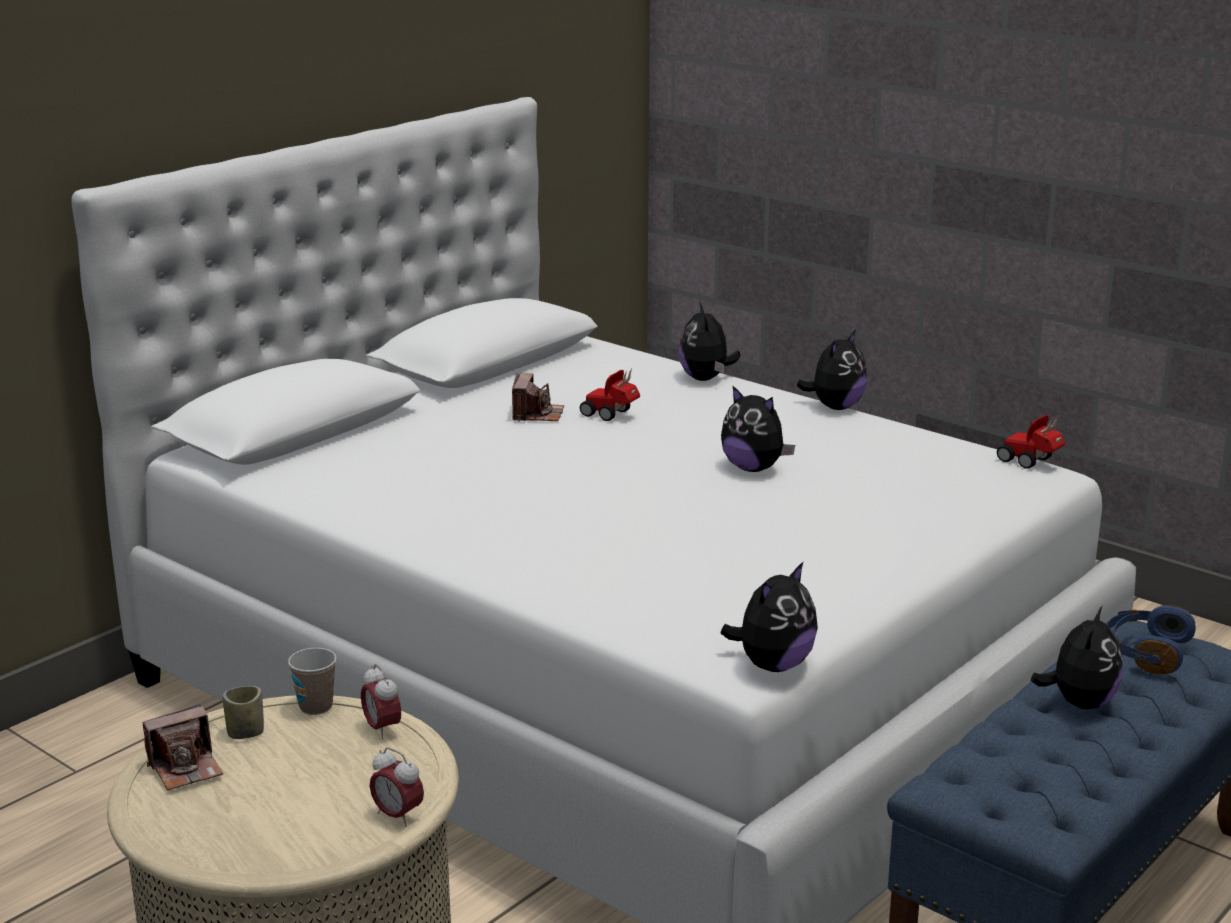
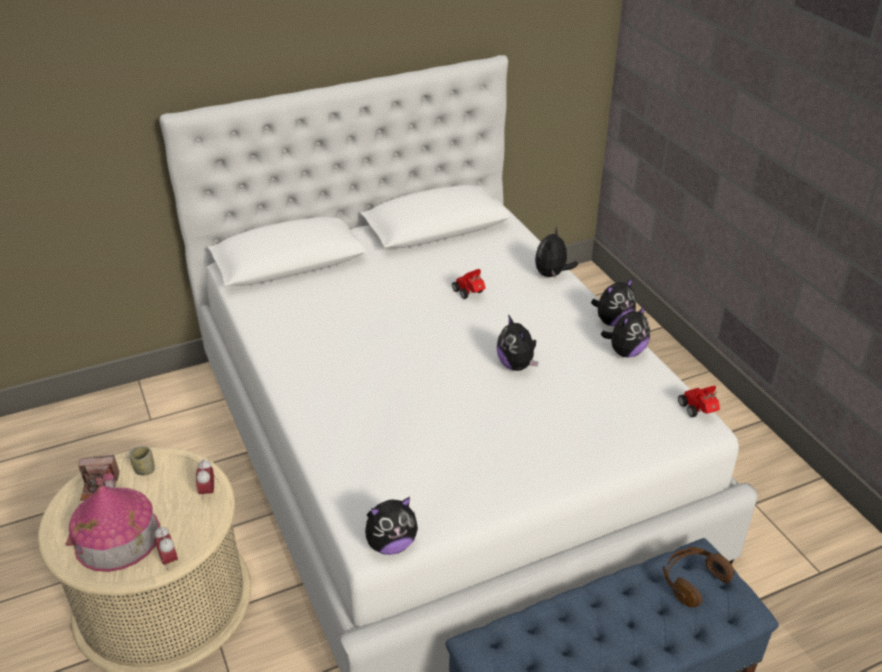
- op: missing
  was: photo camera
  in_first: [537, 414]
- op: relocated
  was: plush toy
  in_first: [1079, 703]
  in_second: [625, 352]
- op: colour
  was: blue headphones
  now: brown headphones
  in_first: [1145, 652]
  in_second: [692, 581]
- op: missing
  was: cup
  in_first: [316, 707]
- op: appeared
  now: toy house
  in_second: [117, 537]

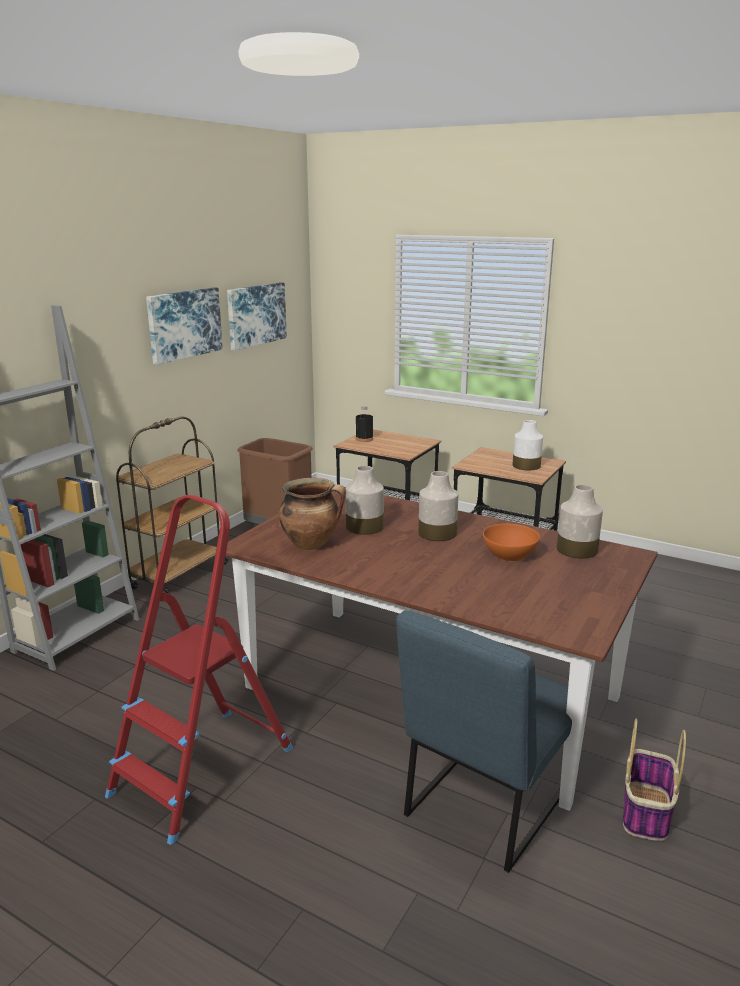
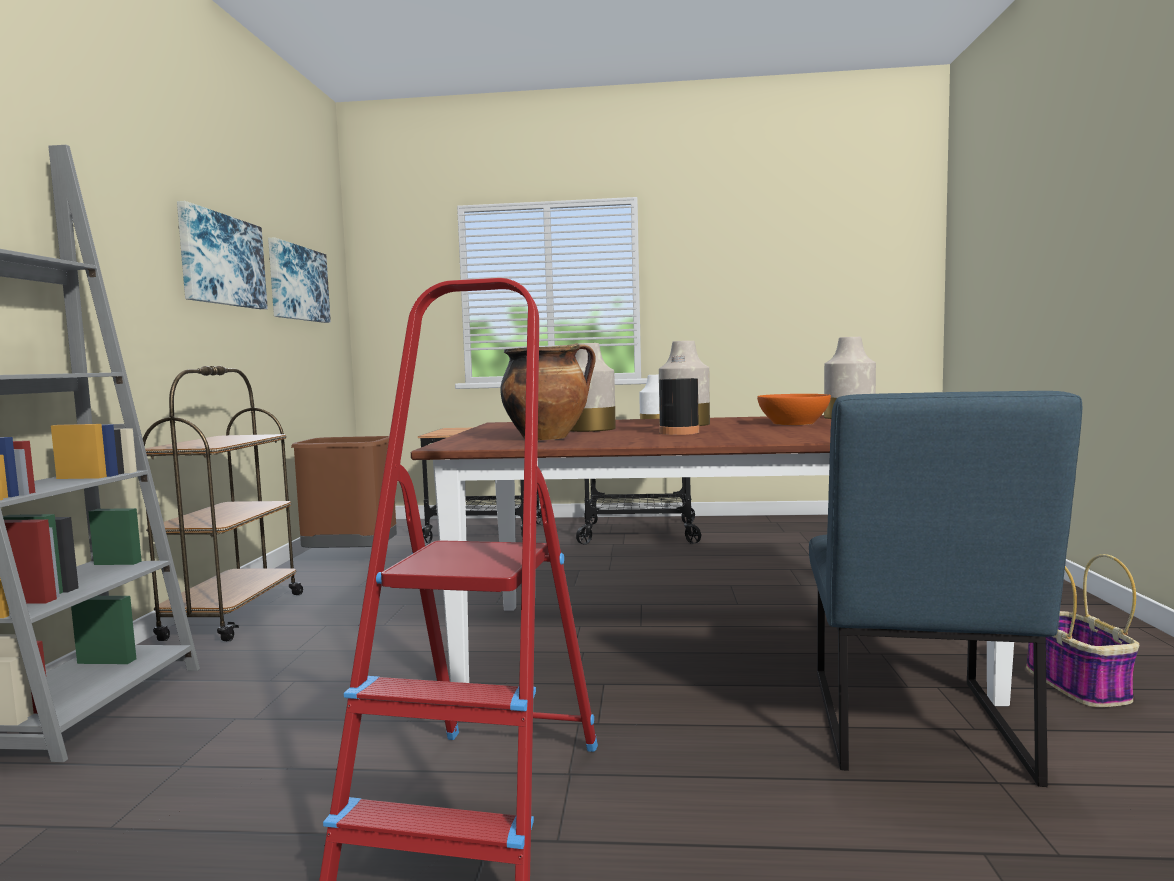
- op: relocated
  was: black bottle
  in_first: [364, 439]
  in_second: [679, 432]

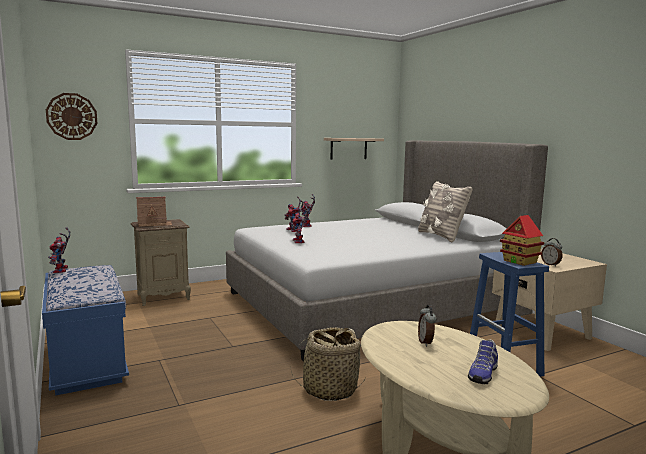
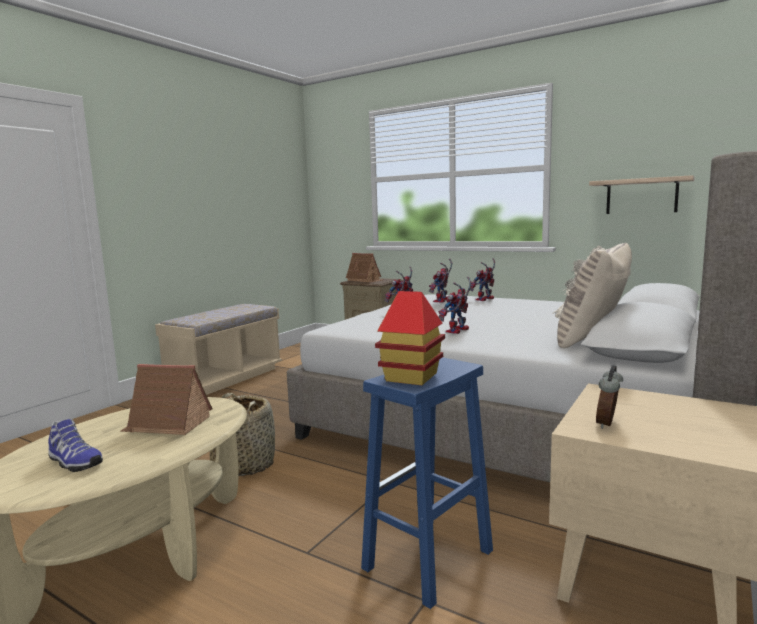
- op: missing
  was: wall clock
  in_first: [72, 116]
- op: relocated
  was: toy robot
  in_first: [62, 270]
  in_second: [457, 331]
- op: colour
  was: blue bench
  now: beige bench
  in_first: [87, 362]
  in_second: [225, 378]
- op: exchanged
  was: alarm clock
  now: toy house
  in_first: [426, 342]
  in_second: [167, 424]
- op: spun
  was: shoe
  in_first: [482, 374]
  in_second: [73, 462]
  clockwise: -150

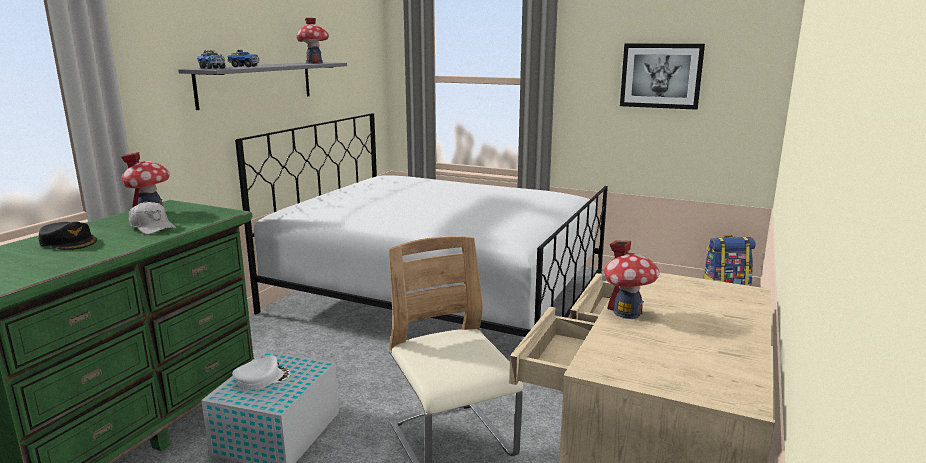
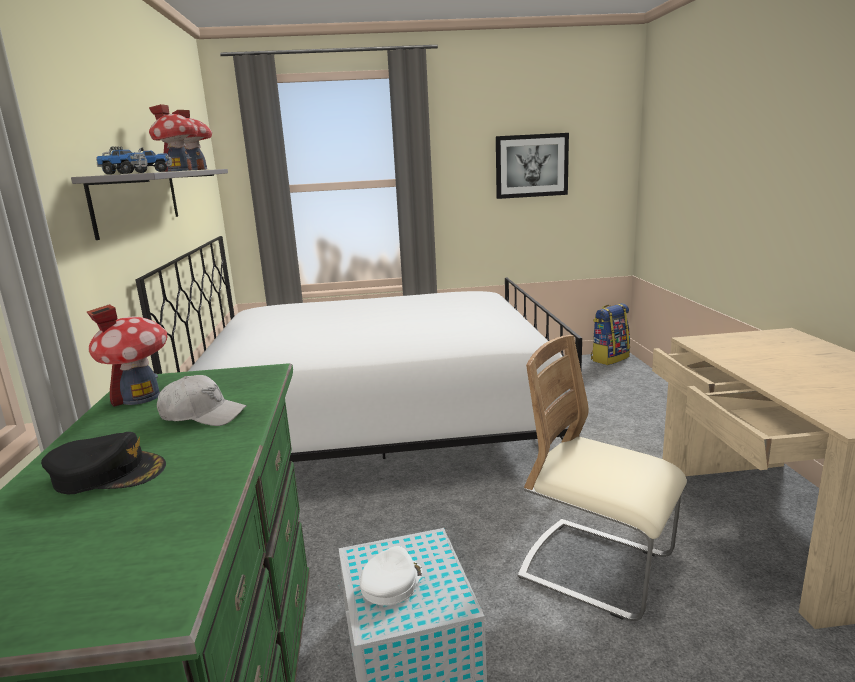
- op: relocated
  was: toy house
  in_first: [627, 312]
  in_second: [180, 170]

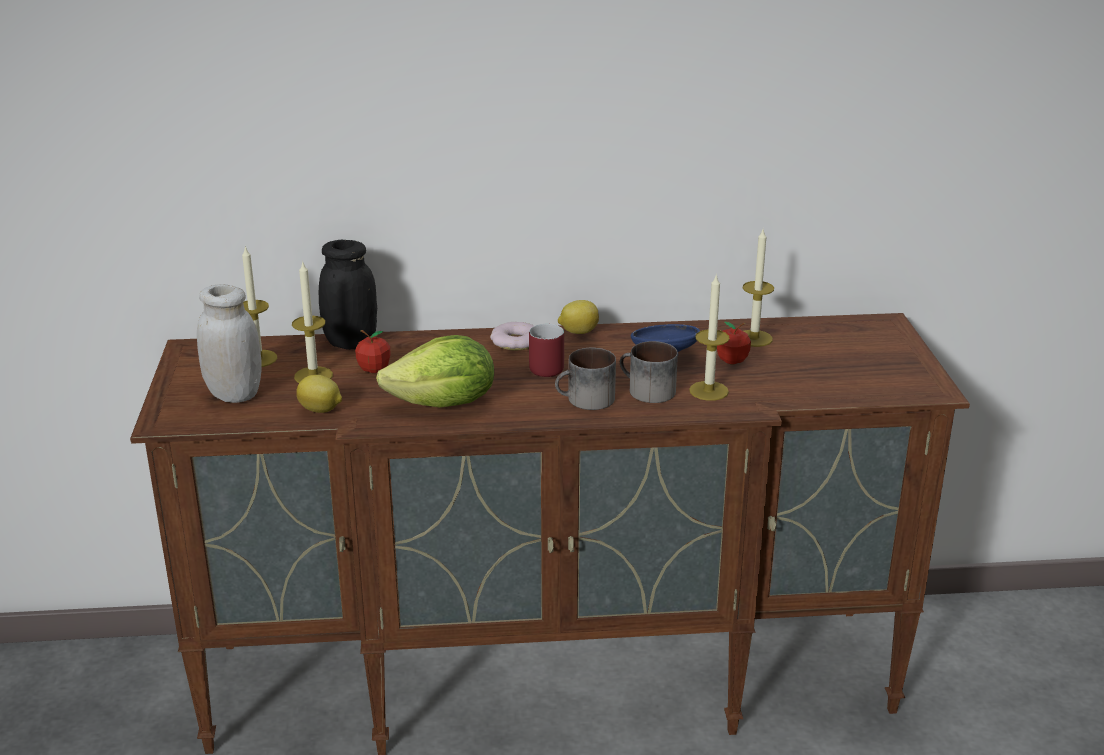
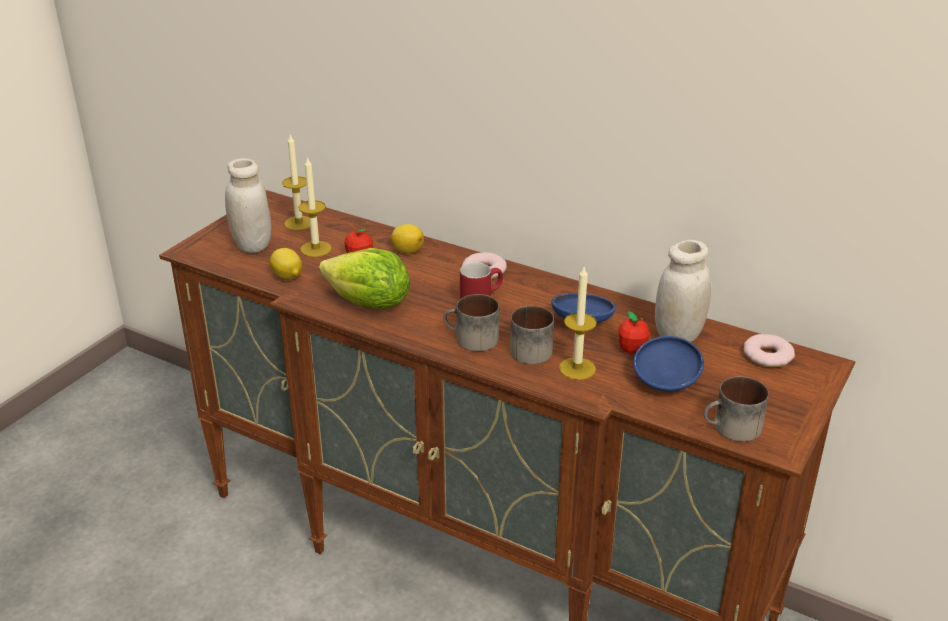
- op: exchanged
  was: candle
  now: white jar
  in_first: [754, 338]
  in_second: [678, 336]
- op: missing
  was: black jar
  in_first: [351, 343]
- op: relocated
  was: lemon
  in_first: [578, 332]
  in_second: [407, 251]
- op: appeared
  now: donut
  in_second: [767, 355]
- op: appeared
  now: blue bowl
  in_second: [665, 383]
- op: appeared
  now: mug
  in_second: [732, 429]

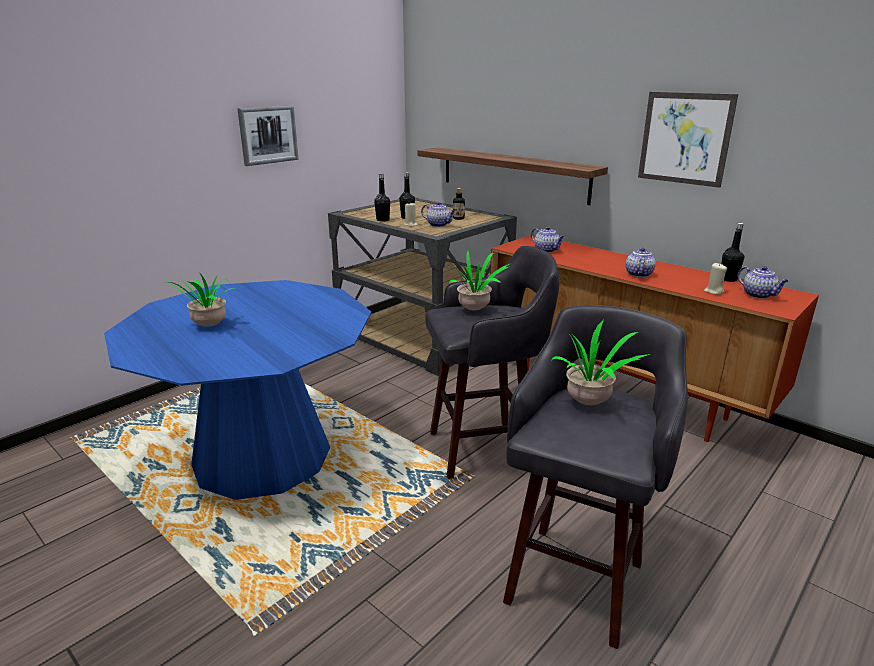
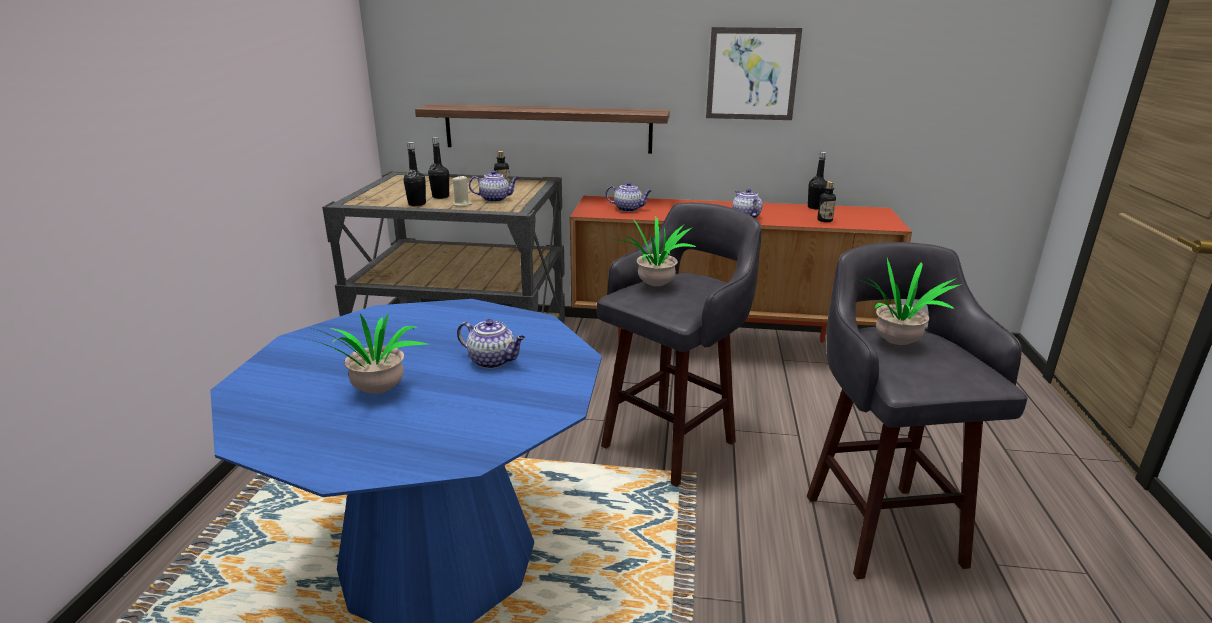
- op: missing
  was: picture
  in_first: [268, 135]
- op: exchanged
  was: beige candle
  now: bottle
  in_first: [713, 291]
  in_second: [824, 220]
- op: relocated
  was: teapot
  in_first: [759, 295]
  in_second: [493, 361]

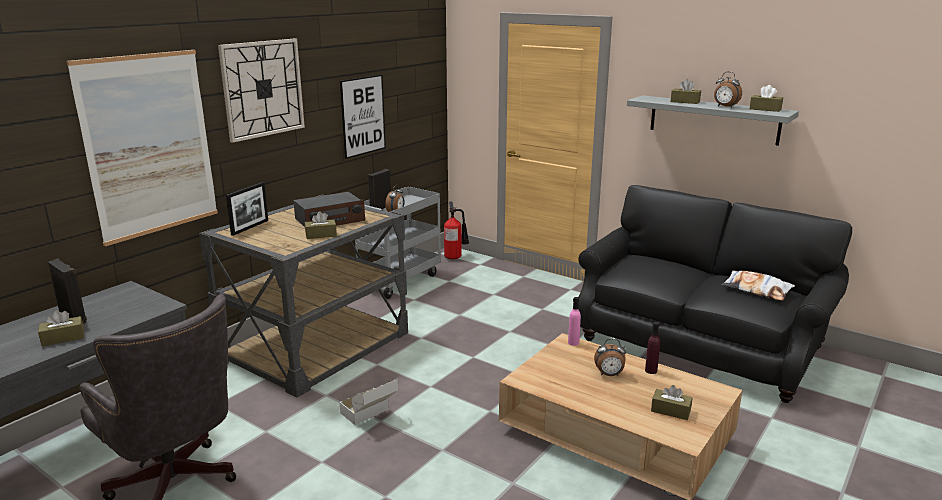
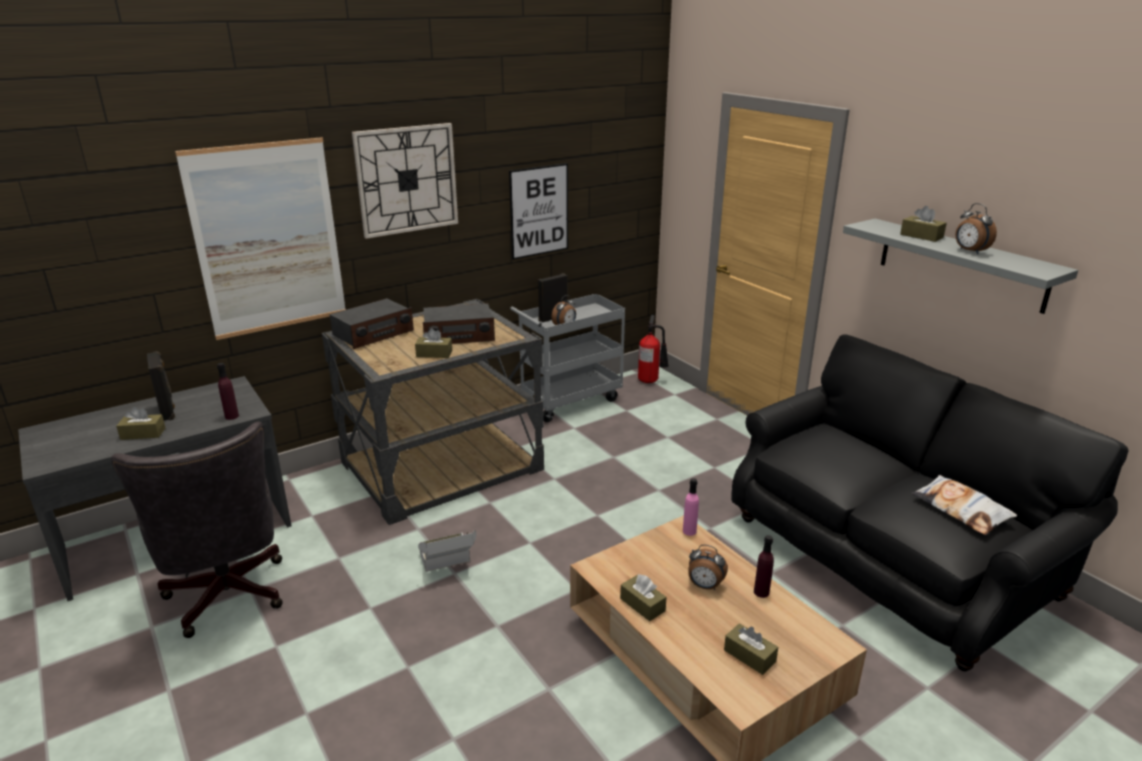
- op: relocated
  was: brown tissue box
  in_first: [765, 109]
  in_second: [642, 605]
- op: exchanged
  was: picture frame
  now: radio
  in_first: [250, 227]
  in_second: [373, 333]
- op: appeared
  now: purple bottle
  in_second: [232, 416]

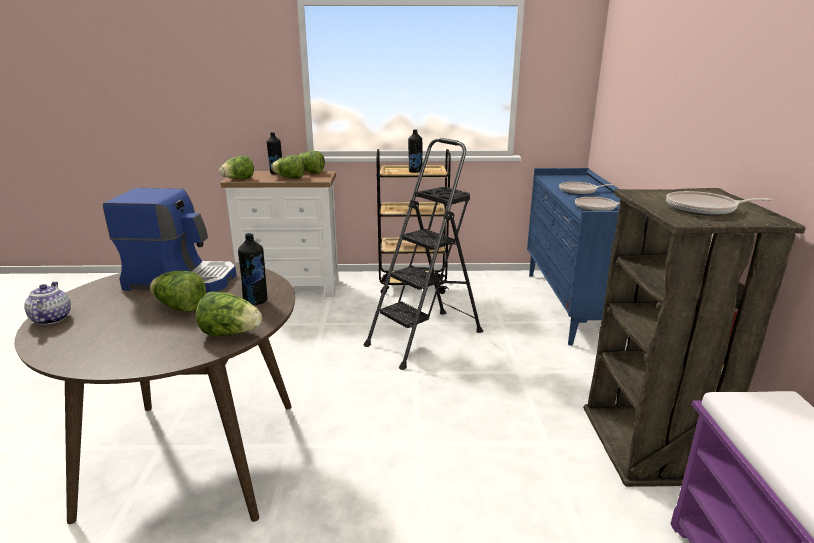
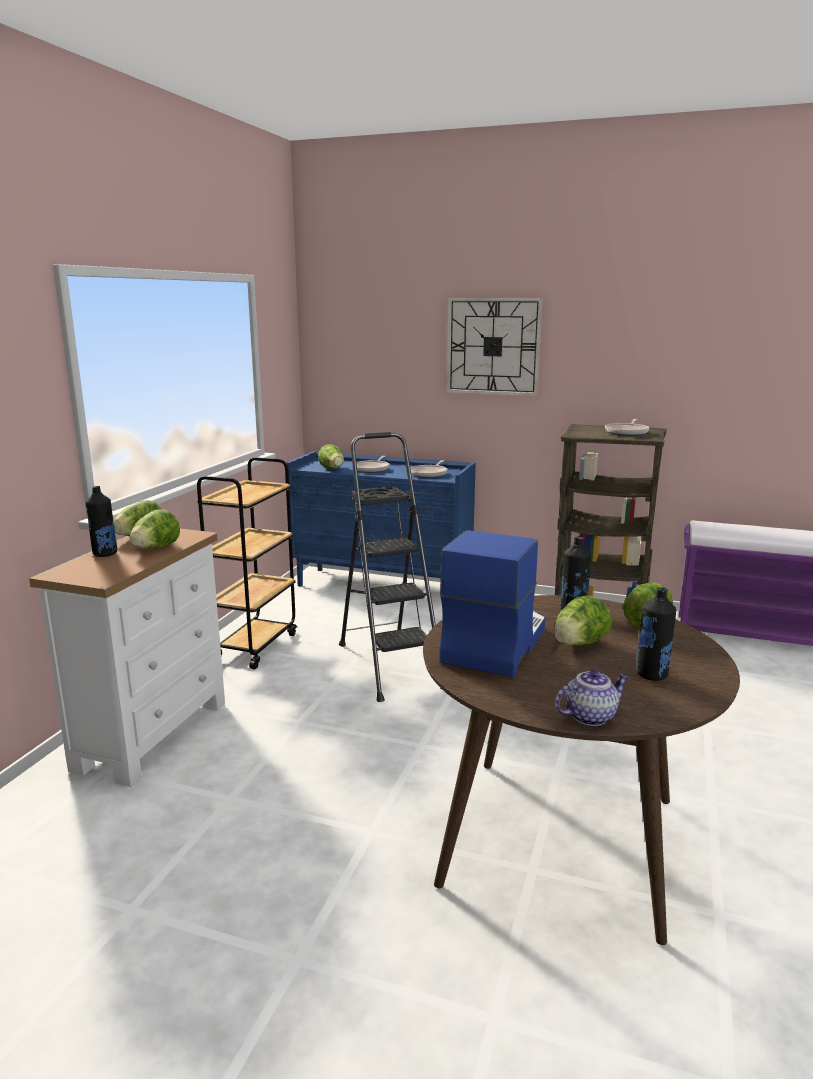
- op: relocated
  was: black bottle
  in_first: [415, 171]
  in_second: [651, 674]
- op: relocated
  was: lettuce
  in_first: [238, 179]
  in_second: [333, 469]
- op: spun
  was: teapot
  in_first: [51, 318]
  in_second: [590, 716]
  clockwise: 150
- op: appeared
  now: wall clock
  in_second: [493, 346]

